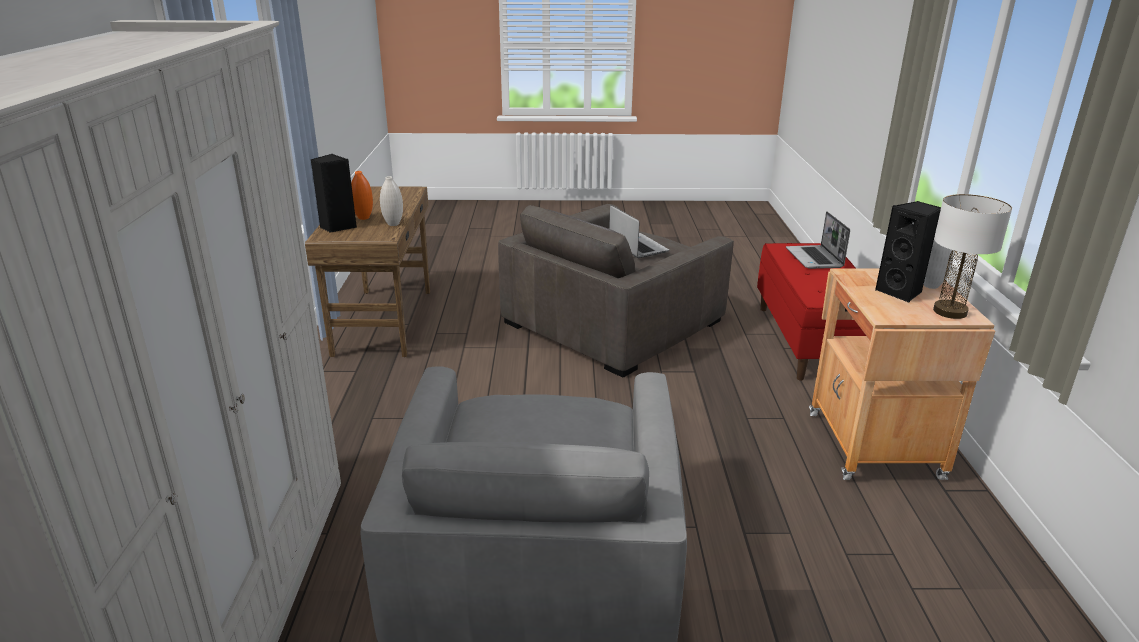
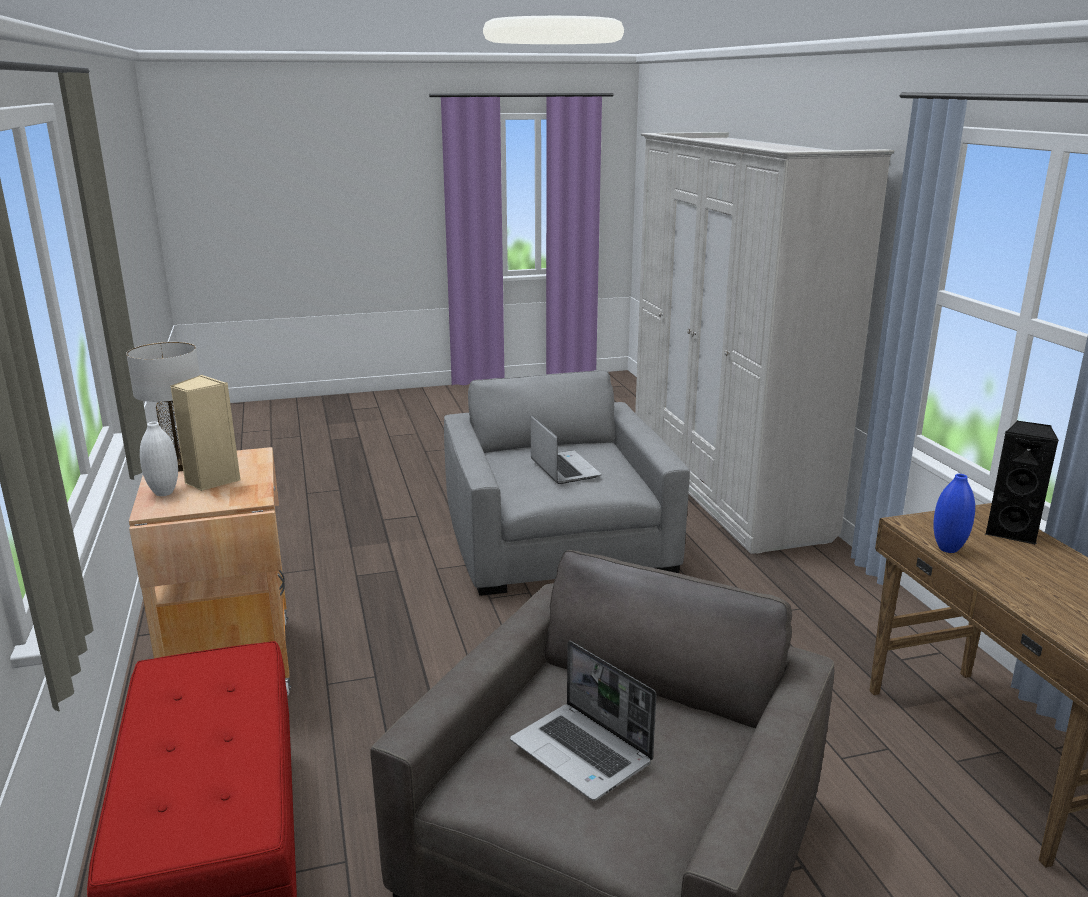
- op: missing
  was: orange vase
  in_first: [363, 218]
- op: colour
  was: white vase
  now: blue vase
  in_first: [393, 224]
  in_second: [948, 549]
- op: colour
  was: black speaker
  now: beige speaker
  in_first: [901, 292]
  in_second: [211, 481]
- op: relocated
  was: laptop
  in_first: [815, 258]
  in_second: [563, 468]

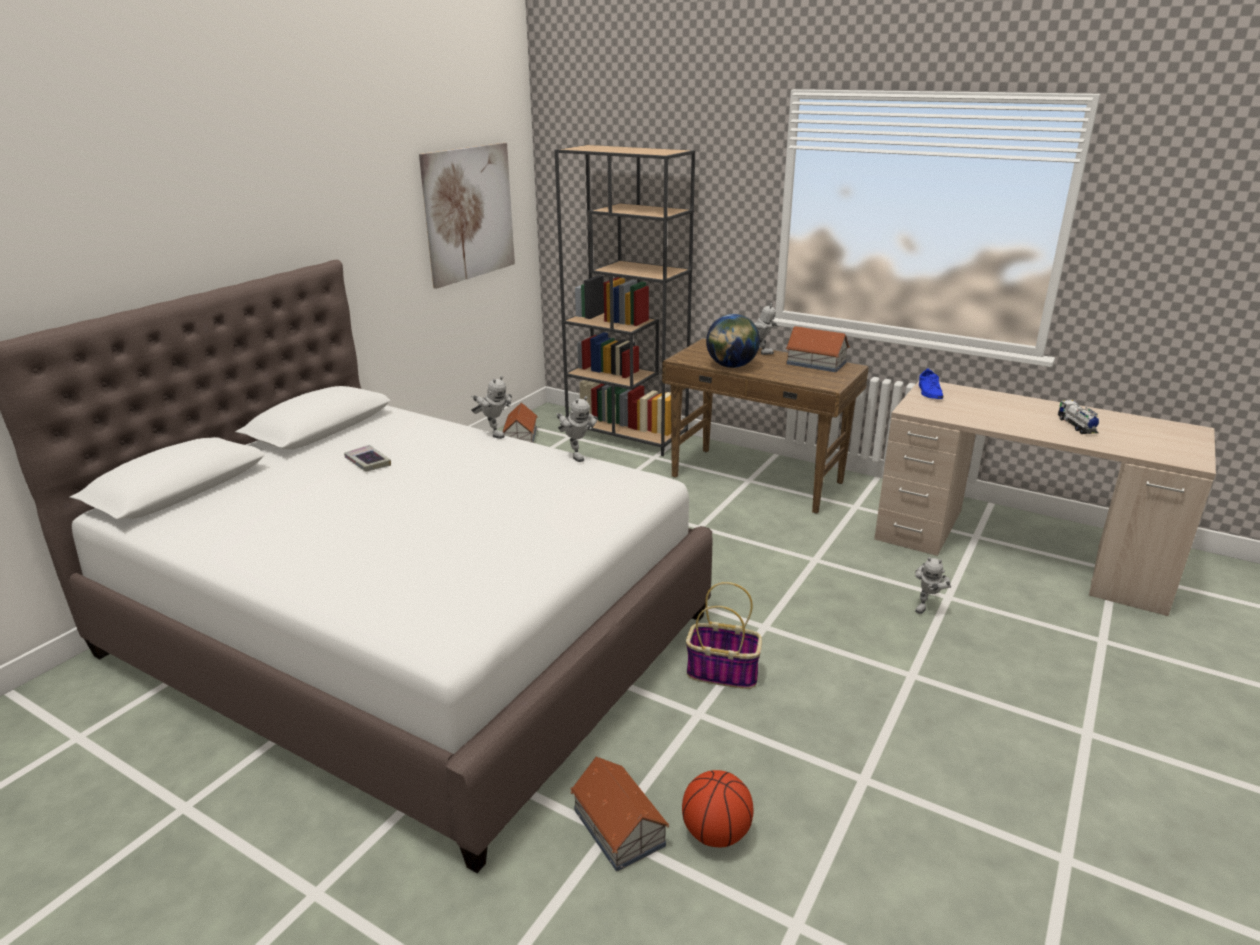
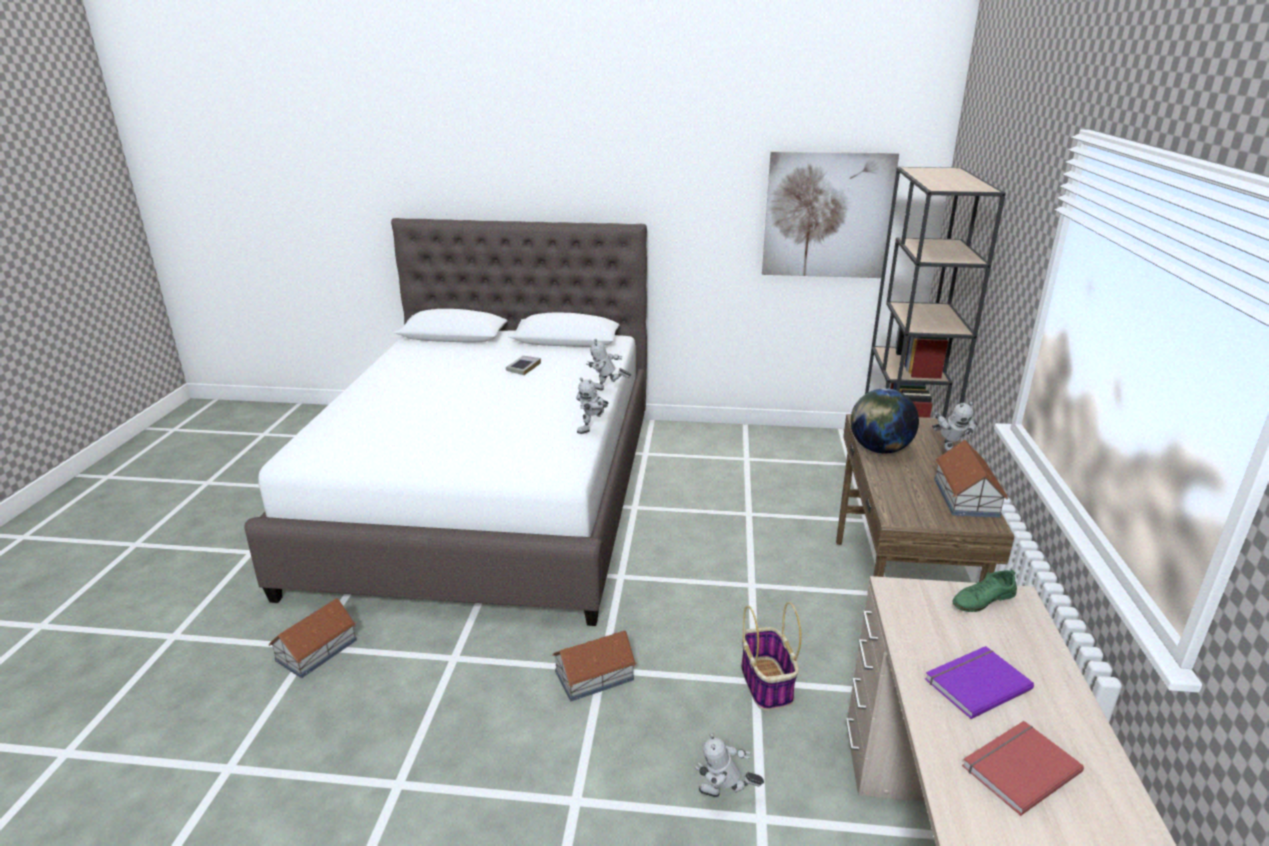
- op: colour
  was: blue shoe
  now: green shoe
  in_first: [929, 392]
  in_second: [983, 599]
- op: spun
  was: toy robot
  in_first: [493, 433]
  in_second: [607, 390]
  clockwise: 75
- op: exchanged
  was: toy truck
  now: red book
  in_first: [1076, 426]
  in_second: [1017, 767]
- op: relocated
  was: toy house
  in_first: [520, 437]
  in_second: [593, 675]
- op: relocated
  was: basket
  in_first: [723, 672]
  in_second: [767, 684]
- op: missing
  was: basketball
  in_first: [716, 834]
- op: appeared
  now: purple book
  in_second: [975, 682]

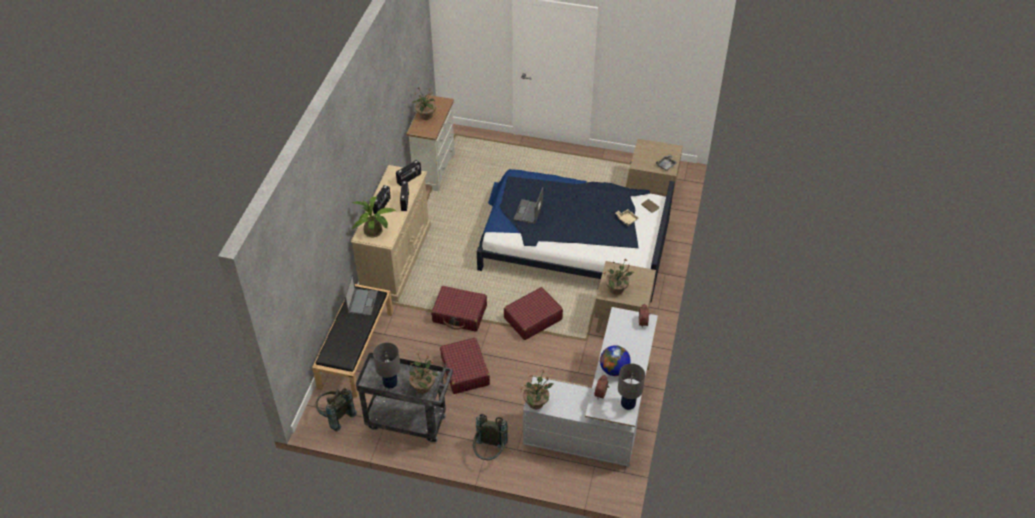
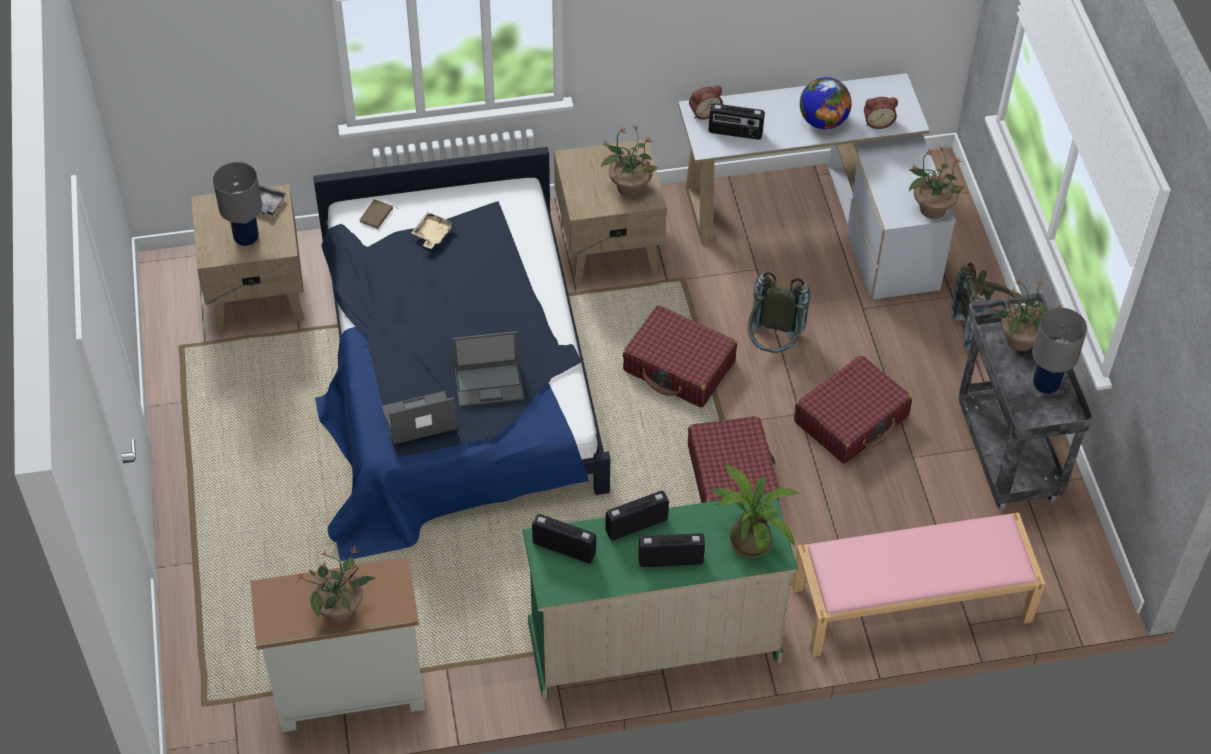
- op: colour
  was: beige cabinet
  now: green cabinet
  in_first: [397, 258]
  in_second: [652, 642]
- op: relocated
  was: laptop
  in_first: [362, 302]
  in_second: [418, 419]
- op: colour
  was: black bench
  now: pink bench
  in_first: [356, 349]
  in_second: [910, 604]
- op: relocated
  was: grey table lamp
  in_first: [628, 405]
  in_second: [247, 238]
- op: relocated
  was: grey backpack
  in_first: [335, 416]
  in_second: [773, 345]
- op: appeared
  now: radio
  in_second: [735, 133]

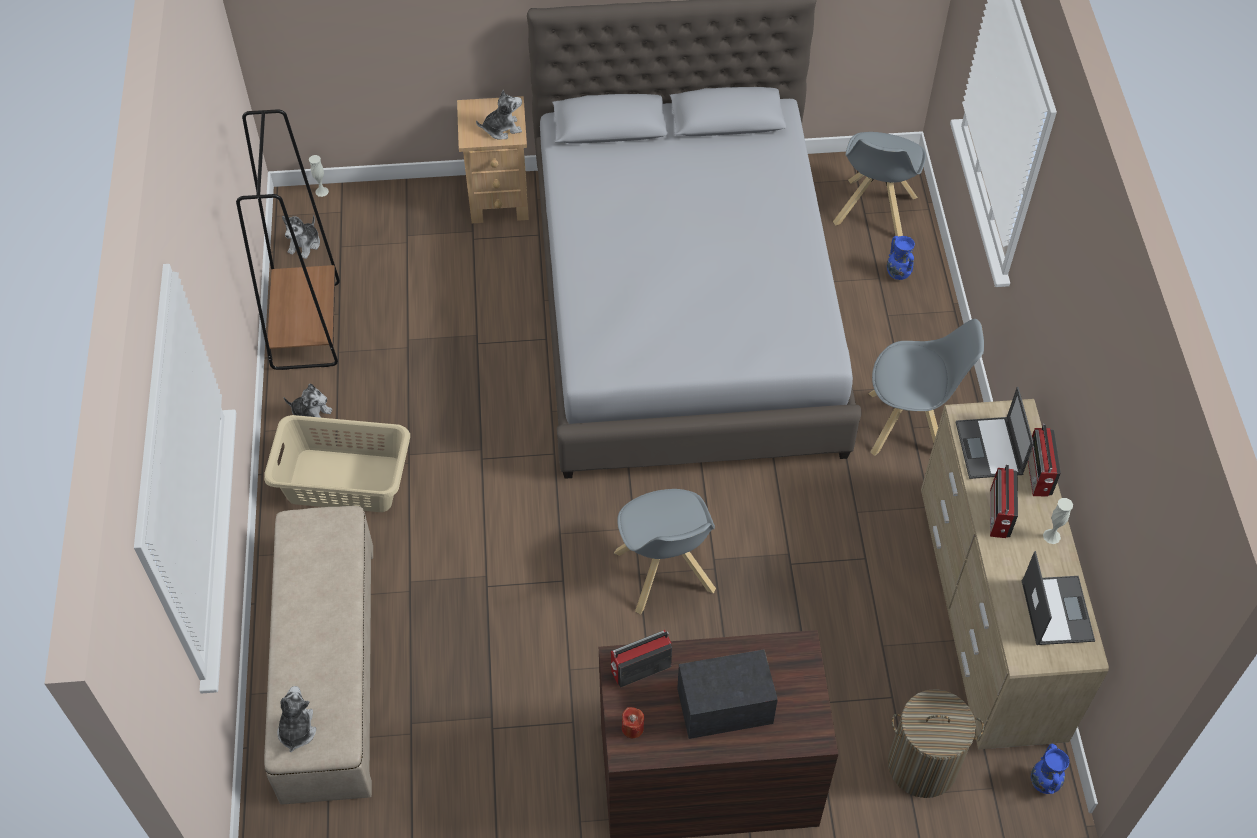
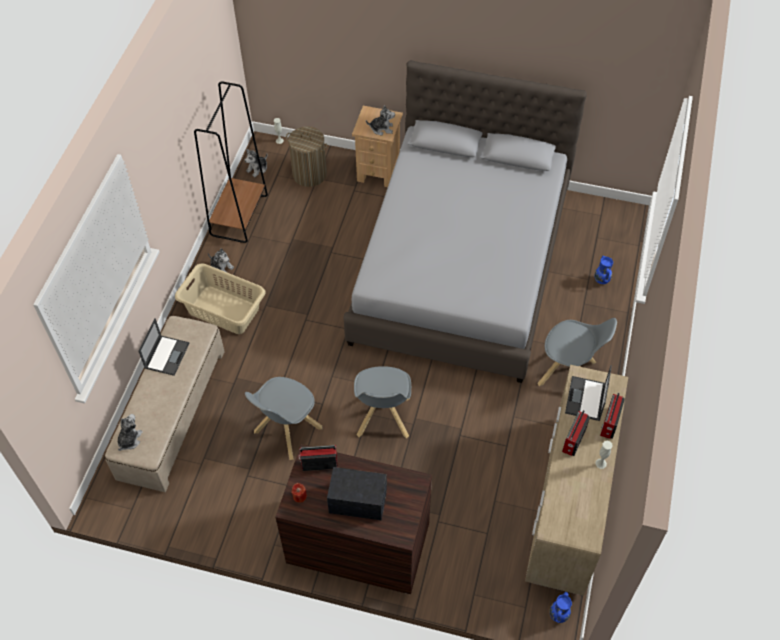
- op: relocated
  was: grey chair
  in_first: [874, 212]
  in_second: [286, 431]
- op: relocated
  was: laptop
  in_first: [1056, 610]
  in_second: [167, 355]
- op: relocated
  was: laundry basket
  in_first: [922, 765]
  in_second: [309, 174]

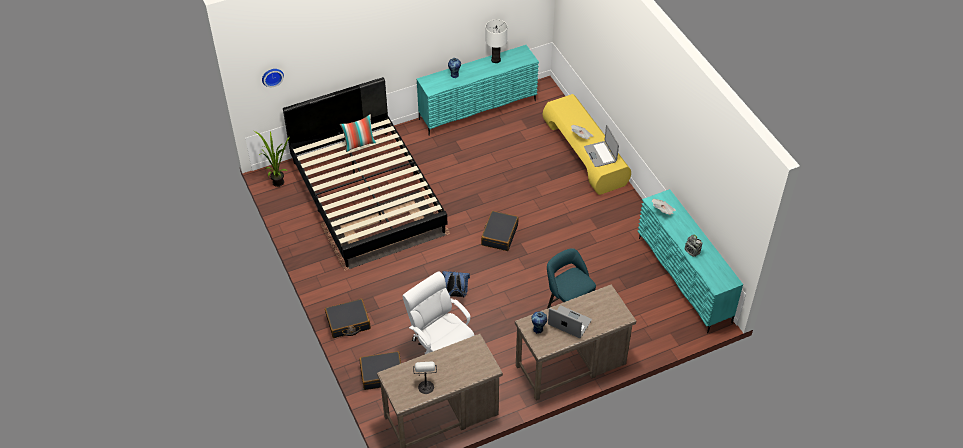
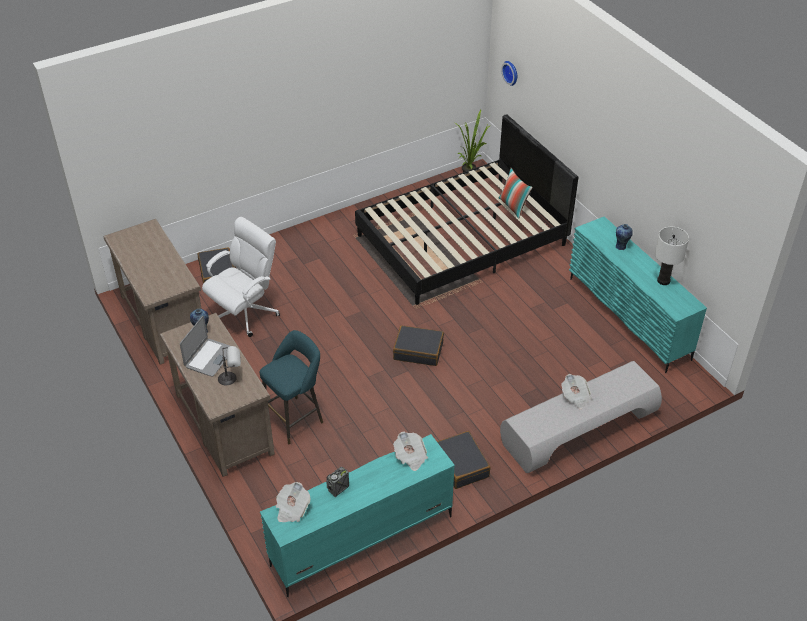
- op: colour
  was: yellow bench
  now: grey bench
  in_first: [585, 153]
  in_second: [579, 428]
- op: missing
  was: laptop
  in_first: [600, 154]
- op: missing
  was: blue backpack
  in_first: [455, 294]
- op: relocated
  was: black suitcase
  in_first: [348, 323]
  in_second: [461, 465]
- op: relocated
  was: table lamp
  in_first: [425, 384]
  in_second: [231, 377]
- op: appeared
  now: newspaper
  in_second: [292, 509]

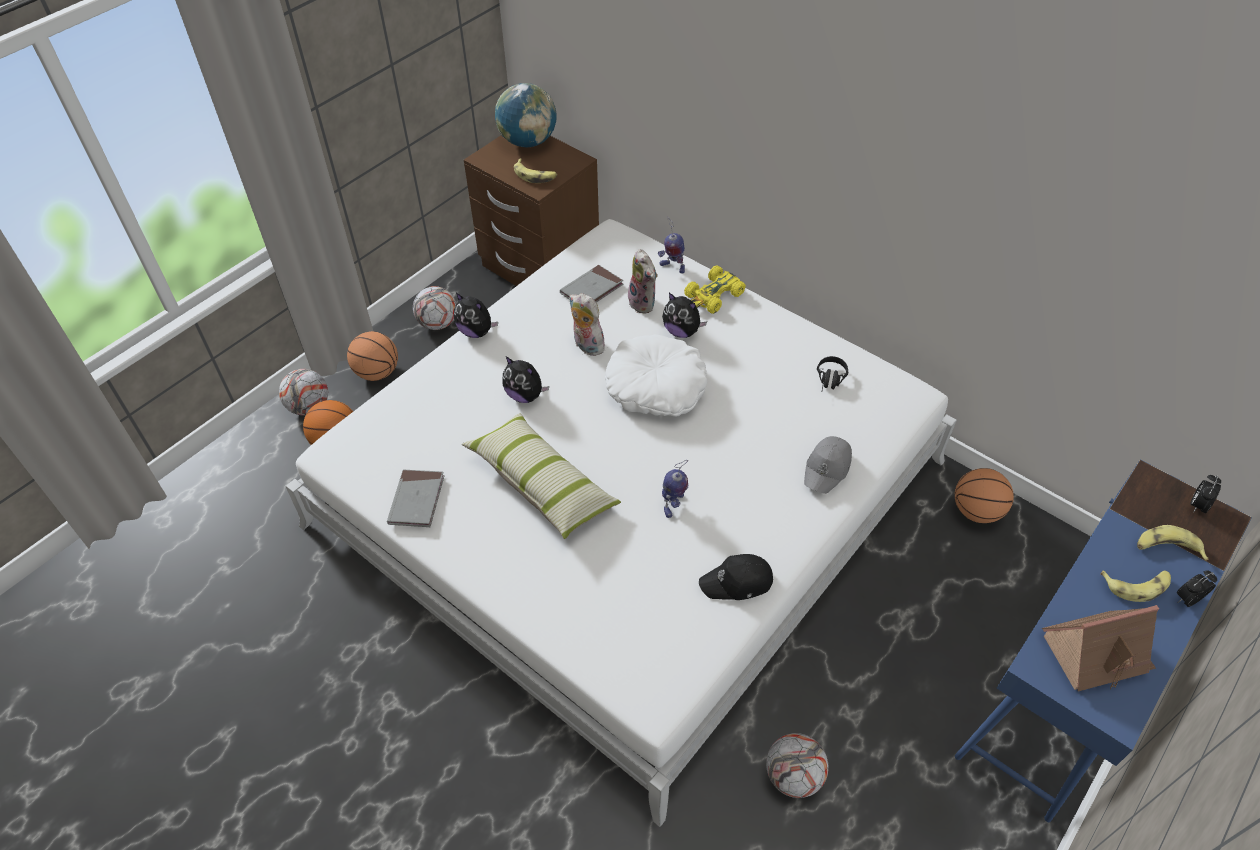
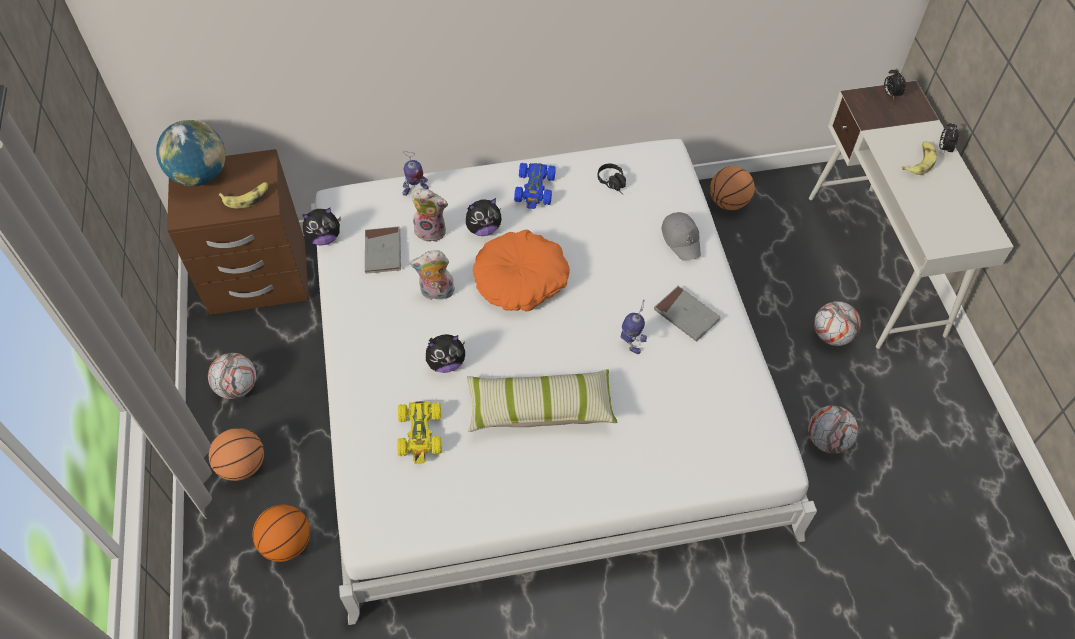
- op: relocated
  was: yellow toy car
  in_first: [713, 296]
  in_second: [420, 434]
- op: relocated
  was: plush toy
  in_first: [476, 331]
  in_second: [324, 238]
- op: colour
  was: white pillow
  now: orange pillow
  in_first: [656, 385]
  in_second: [519, 278]
- op: relocated
  was: football
  in_first: [309, 407]
  in_second: [831, 336]
- op: colour
  was: blue desk
  now: white desk
  in_first: [1059, 689]
  in_second: [875, 264]
- op: relocated
  was: grey book
  in_first: [417, 500]
  in_second: [686, 315]
- op: missing
  was: banana
  in_first: [1166, 548]
- op: missing
  was: black cap
  in_first: [737, 582]
- op: missing
  was: toy house
  in_first: [1096, 652]
- op: appeared
  now: blue toy car
  in_second: [535, 189]

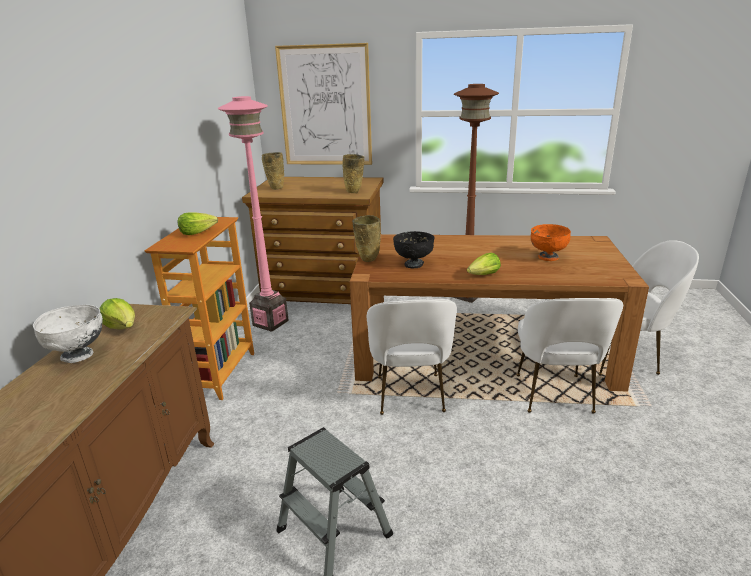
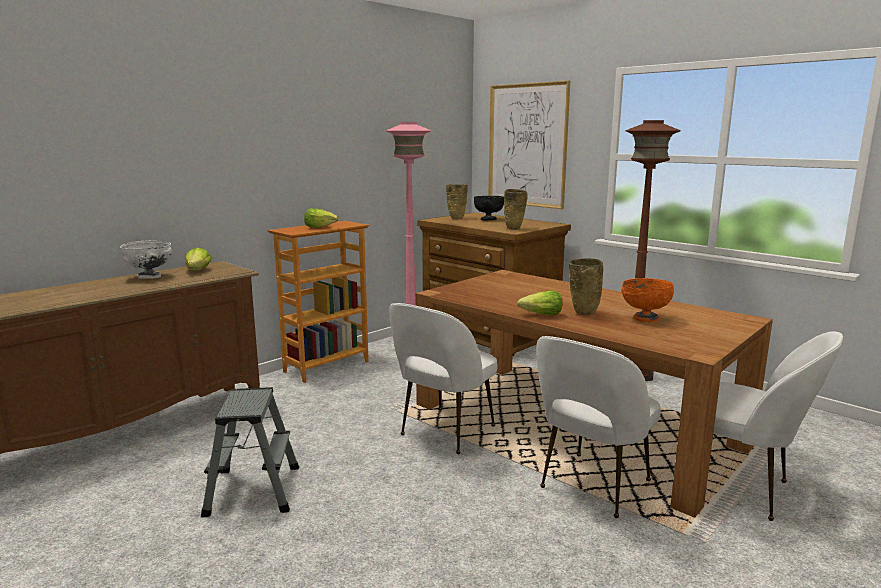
- op: relocated
  was: beige vase
  in_first: [367, 260]
  in_second: [582, 313]
- op: relocated
  was: black bowl
  in_first: [413, 264]
  in_second: [488, 219]

